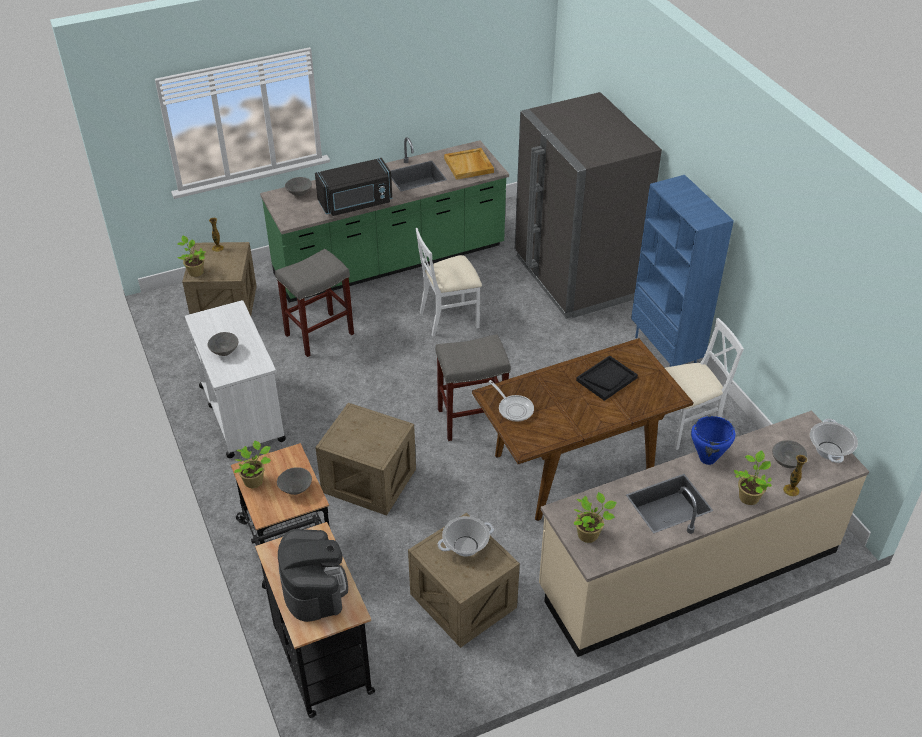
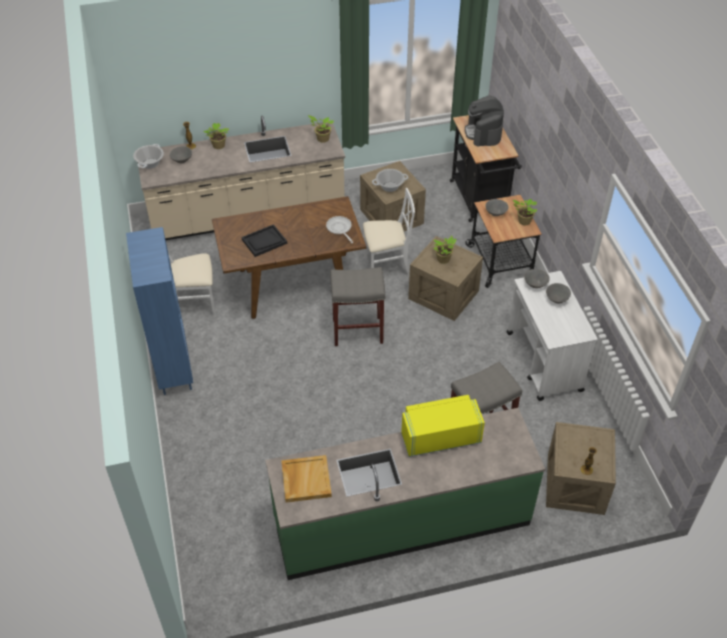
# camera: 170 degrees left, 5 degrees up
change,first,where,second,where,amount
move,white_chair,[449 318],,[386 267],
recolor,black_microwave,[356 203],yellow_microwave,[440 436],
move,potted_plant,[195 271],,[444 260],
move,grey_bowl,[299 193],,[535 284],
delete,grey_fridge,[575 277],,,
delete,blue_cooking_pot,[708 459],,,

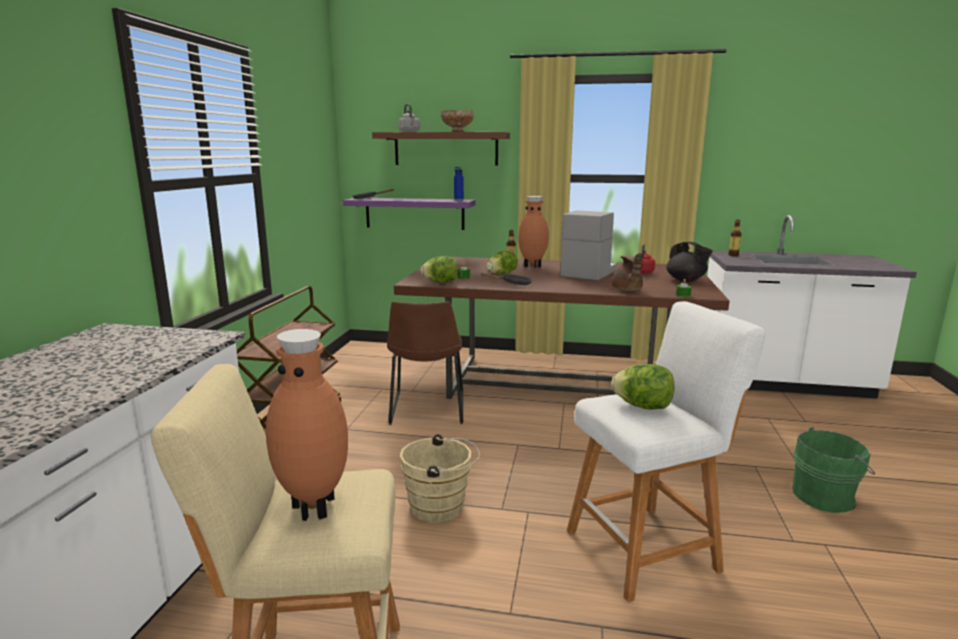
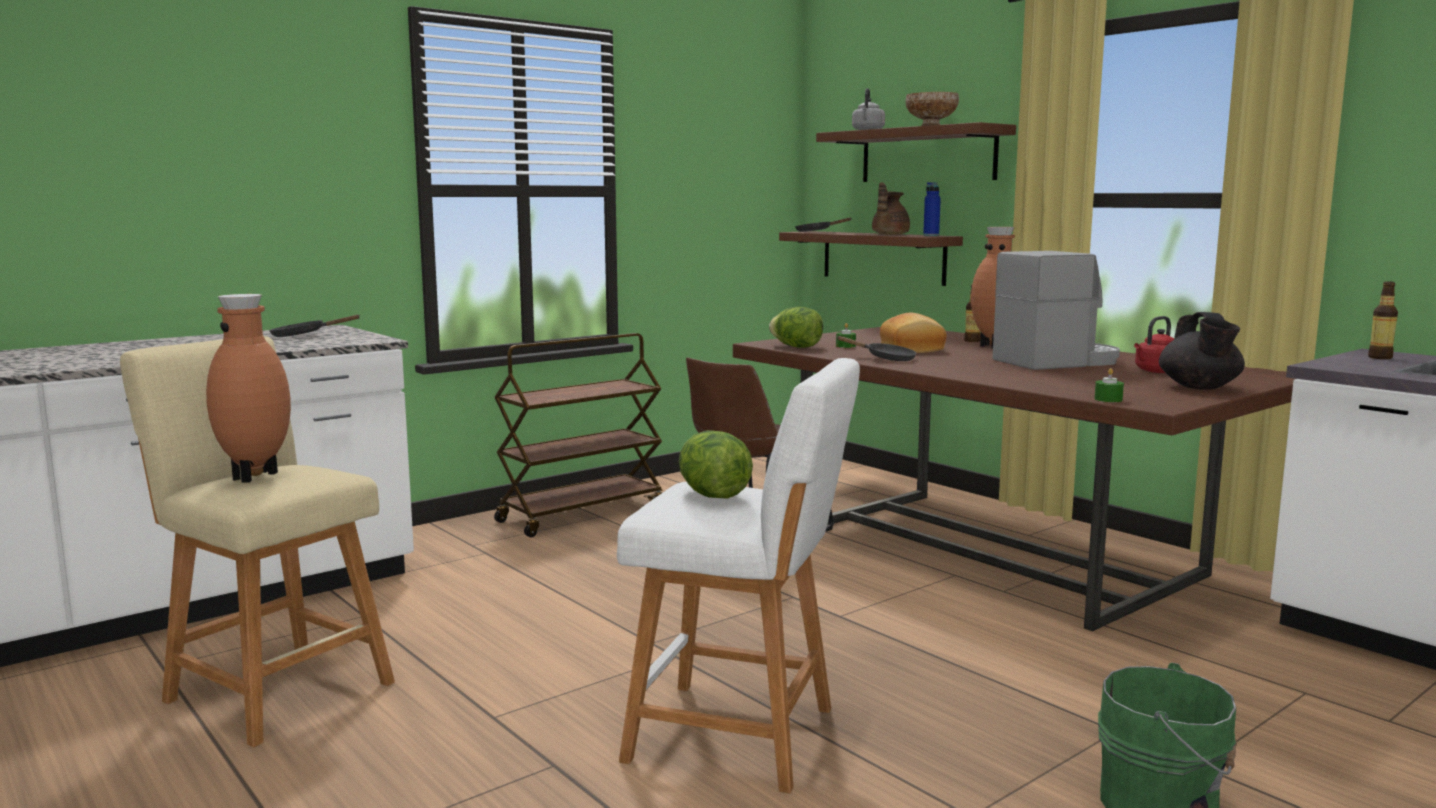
# camera: 40 degrees right, 5 degrees down
change,first,where,second,where,amount
insert,,,black_frying_pan,[304 336],
recolor,purple_shelf,[414 213],brown_shelf,[883 257],
move,brown_teapot,[627 290],,[889 234],
replace,lettuce,[502 274],bread,[913 348],
delete,beige_bucket,[441 507],,,

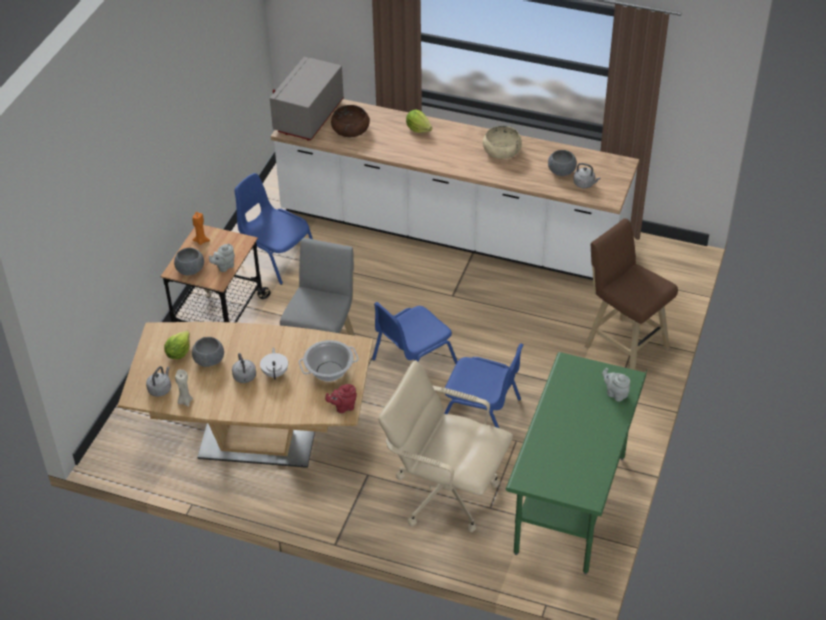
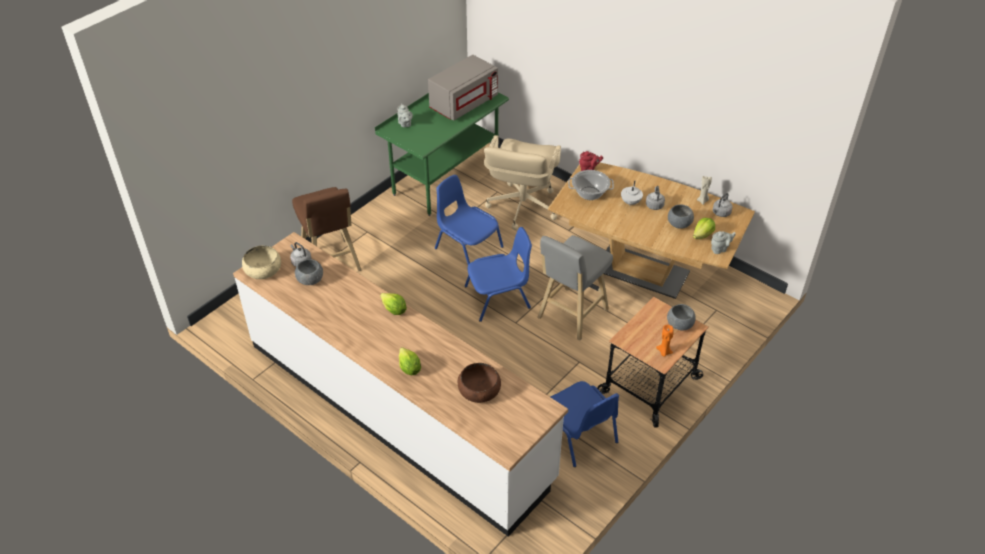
# camera: 160 degrees left, 0 degrees up
change,first,where,second,where,amount
move,beige_bowl,[501 150],,[263 270],
insert,,,lettuce,[394 310],
move,grey_microwave,[309 117],,[463 103],
rotate,beige_office_chair,[445 492],,[521 207],60 degrees clockwise
move,grey_teapot,[224 266],,[720 249],

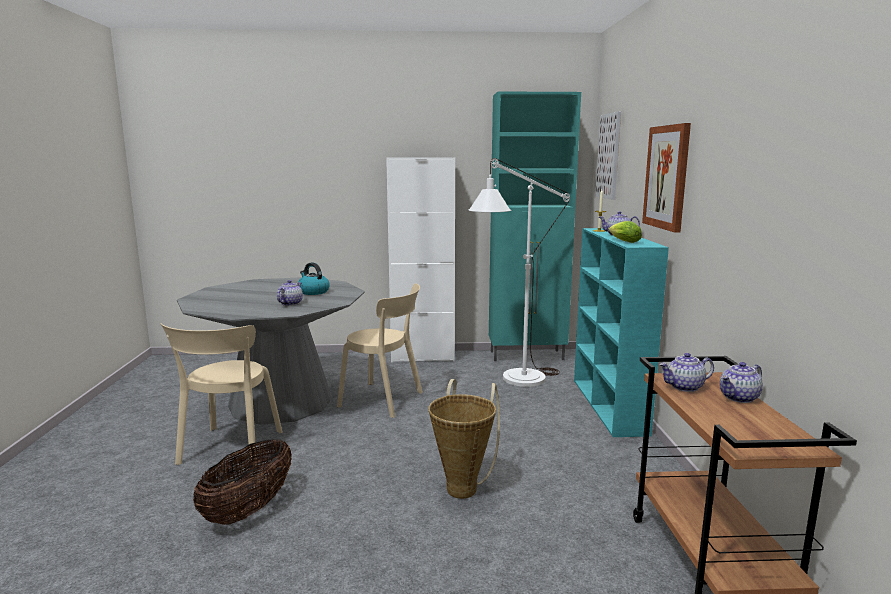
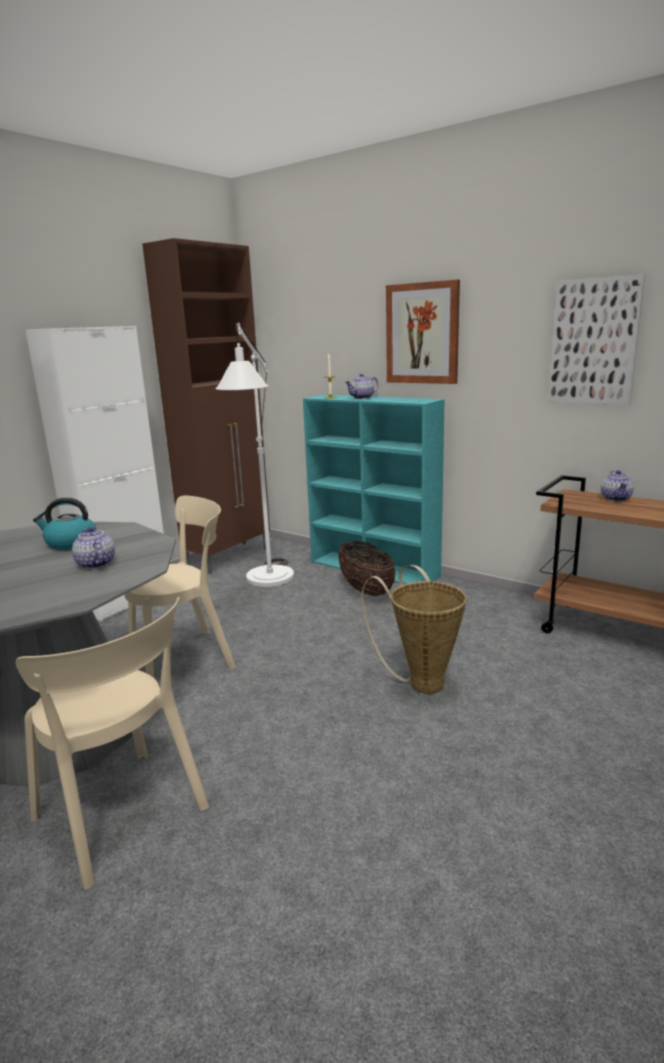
# camera: 50 degrees left, 5 degrees up
change,first,where,second,where,amount
recolor,turquoise_cabinet,[528 356],brown_cabinet,[229 557],
move,basket,[249 509],,[366 590],
move,picture,[609 156],,[594 342],
delete,lettuce,[622 241],,,
delete,teapot,[684 387],,,

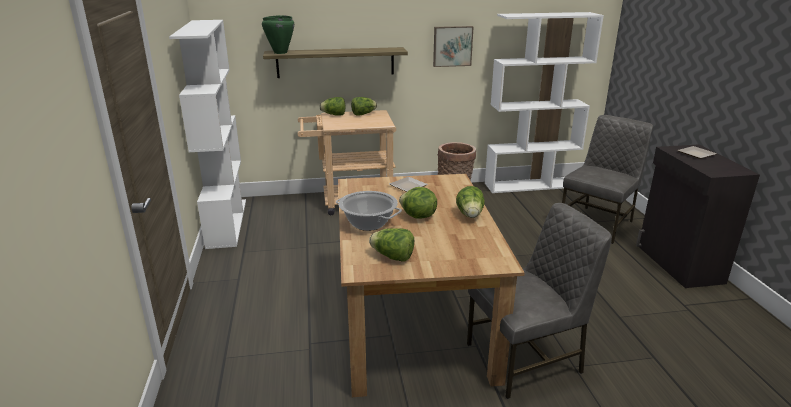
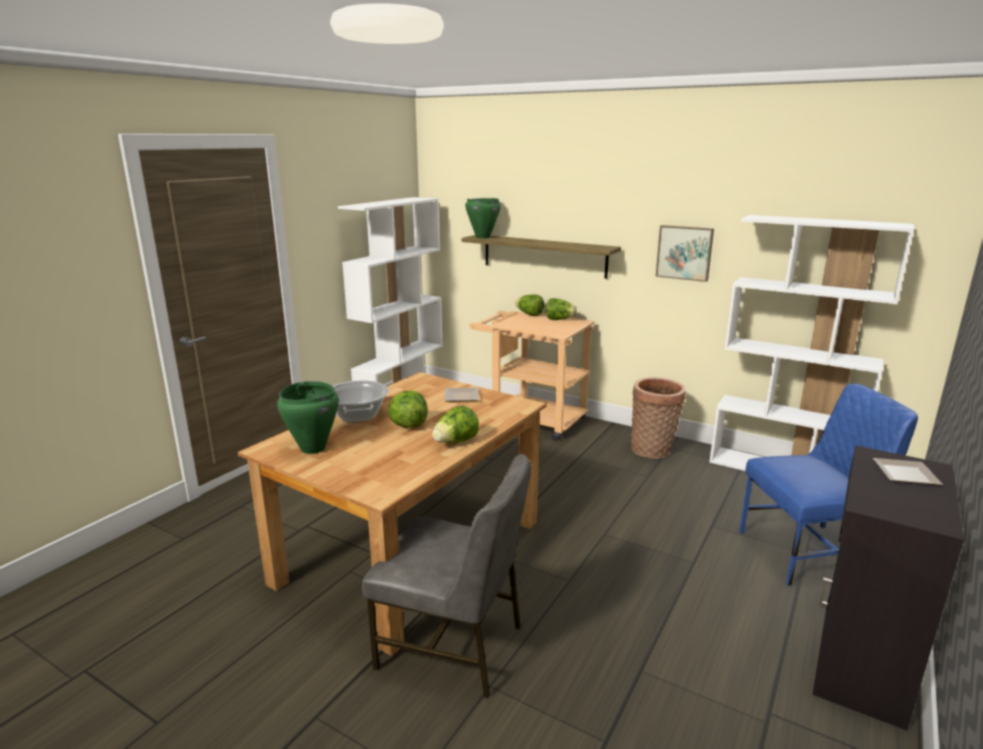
# camera: 40 degrees right, 5 degrees down
change,first,where,second,where,amount
replace,lettuce,[392 257],green_cooking_pot,[312 449],
recolor,grey_chair,[598 223],blue_chair,[808 552],

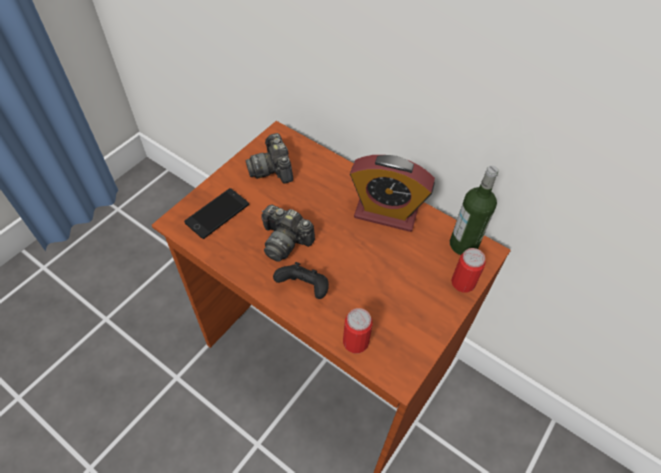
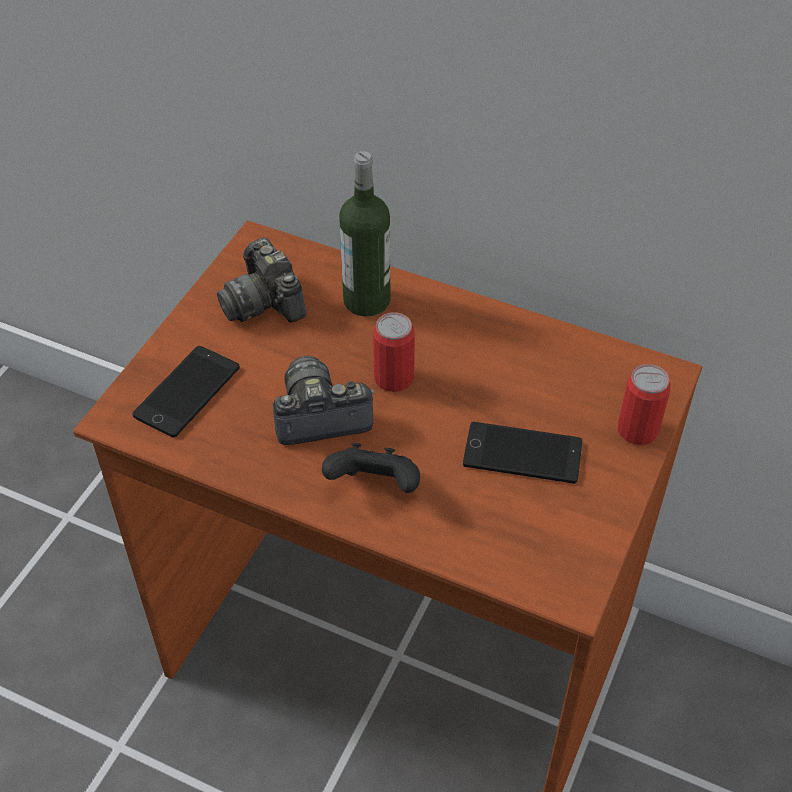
# camera: 10 degrees left, 5 degrees down
change,first,where,second,where,amount
rotate,photo_camera,[285 241],,[319 416],150 degrees clockwise
move,bottle,[463 244],,[366 300],
move,can,[355 341],,[393 378],
insert,,,phone,[522 454],
delete,alarm_clock,[386 213],,,

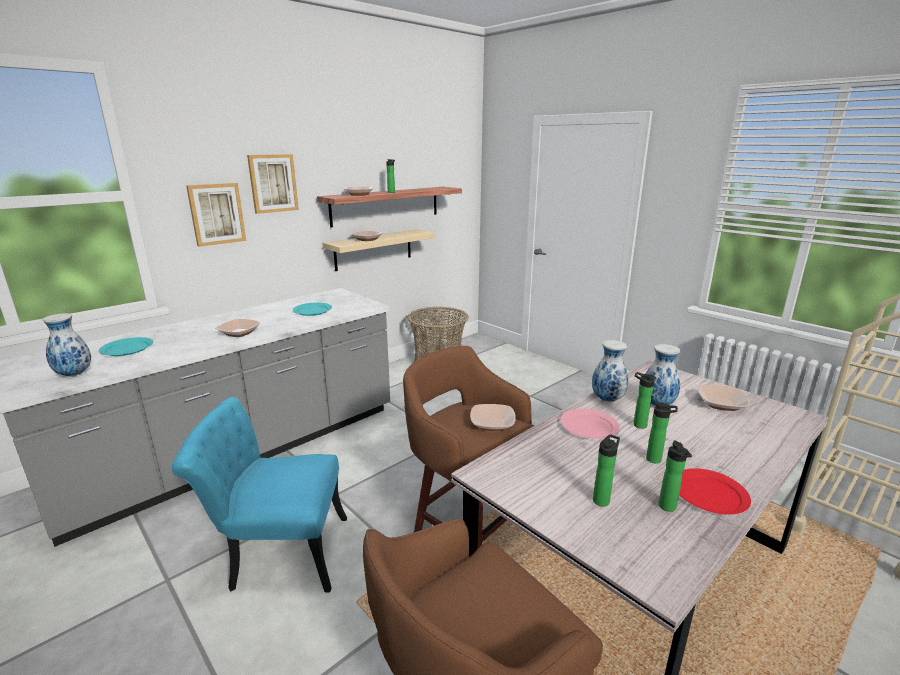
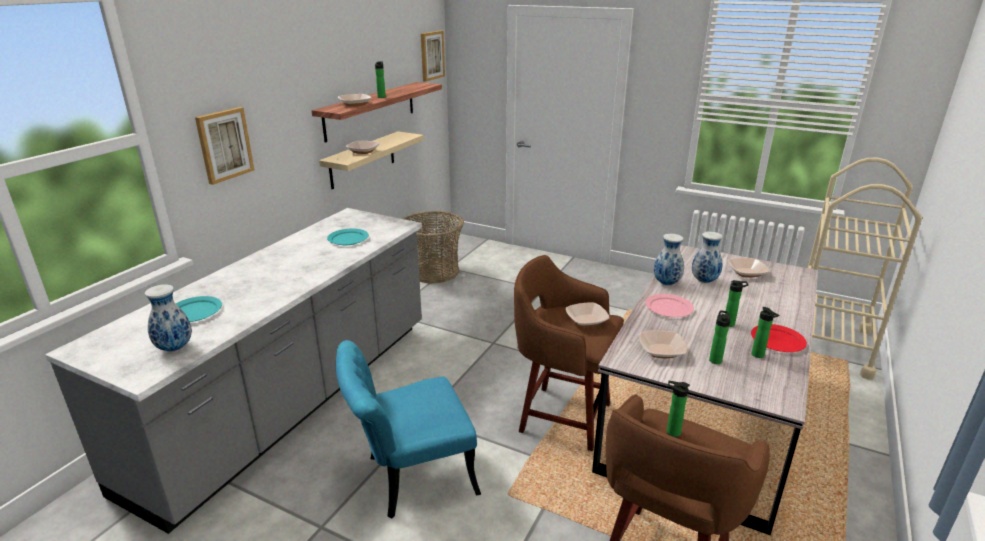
# camera: 20 degrees left, 5 degrees up
change,first,where,second,where,amount
move,picture,[273 183],,[431 55],
move,bowl,[239 333],,[661 351],
move,bottle,[637 424],,[671 432],

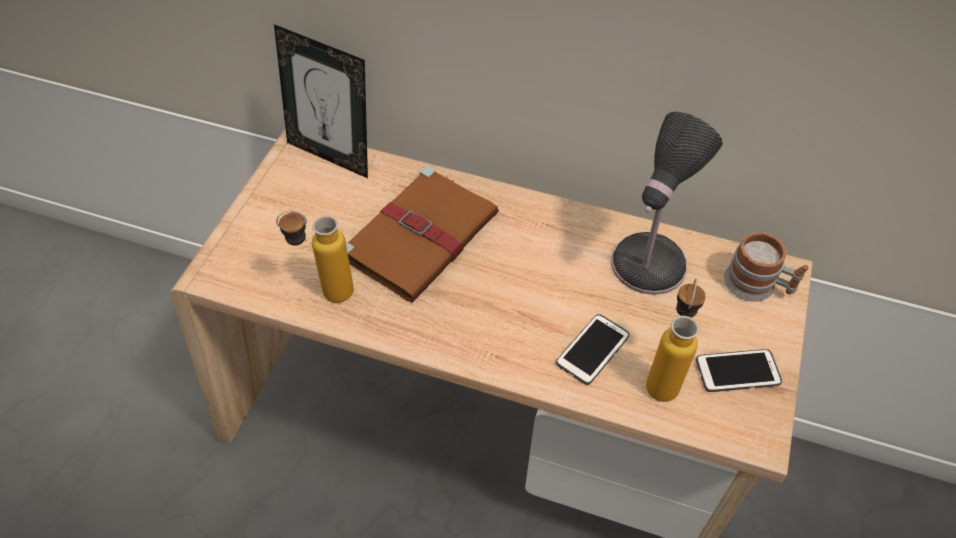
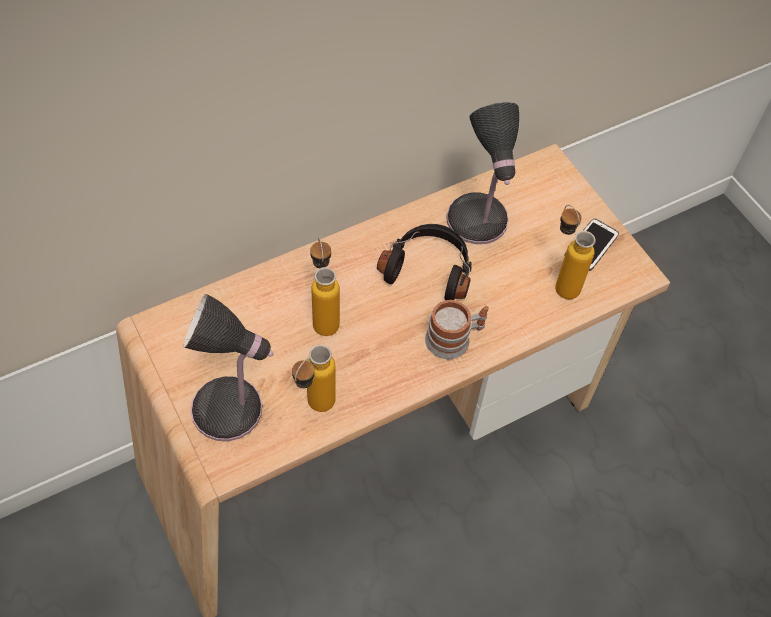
# camera: 50 degrees left, 5 degrees up
change,first,where,second,where,amount
insert,,,table_lamp,[231 410],
replace,brown_book,[422 235],bottle,[324 316],
insert,,,black_headphones,[429 269],
move,mug,[757 286],,[454 339],
delete,picture_frame,[331 155],,,
delete,phone,[592 349],,,

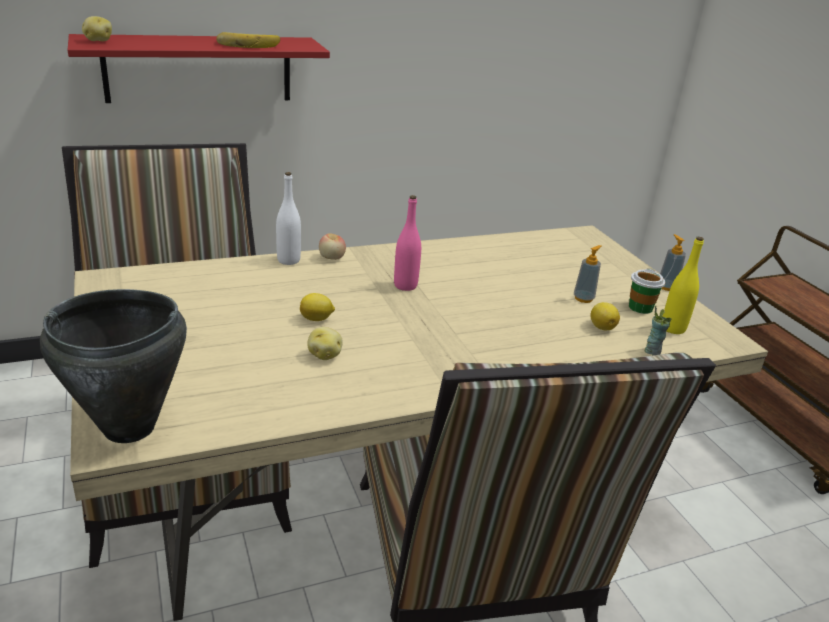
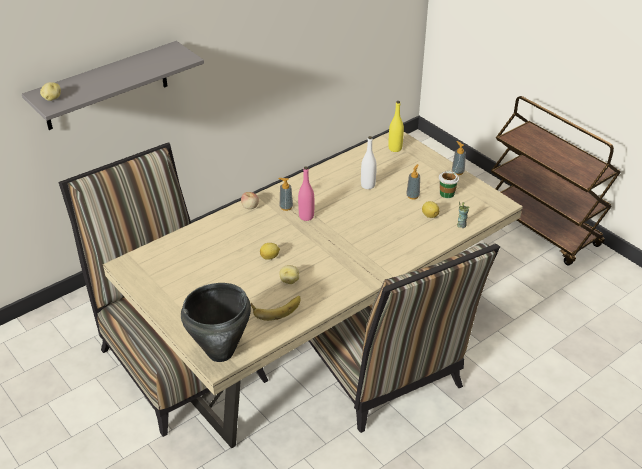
# camera: 15 degrees left, 10 degrees up
change,first,where,second,where,amount
recolor,red_shelf,[199 69],grey_shelf,[106 86],
move,banana,[248 44],,[276 308],
insert,,,soap_dispenser,[286 207],
move,white_bottle,[288 260],,[368 185],
move,yellow_bottle,[673 328],,[395 148],

